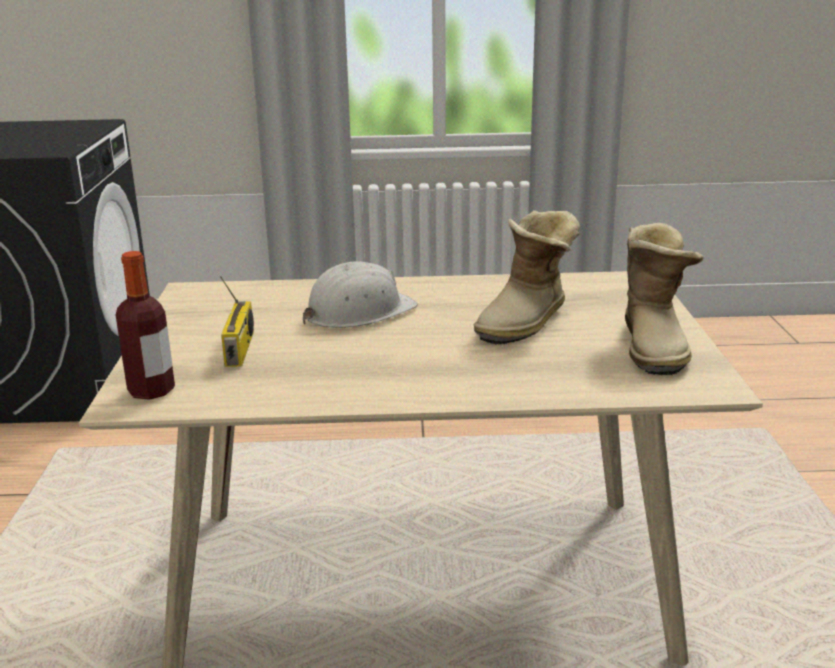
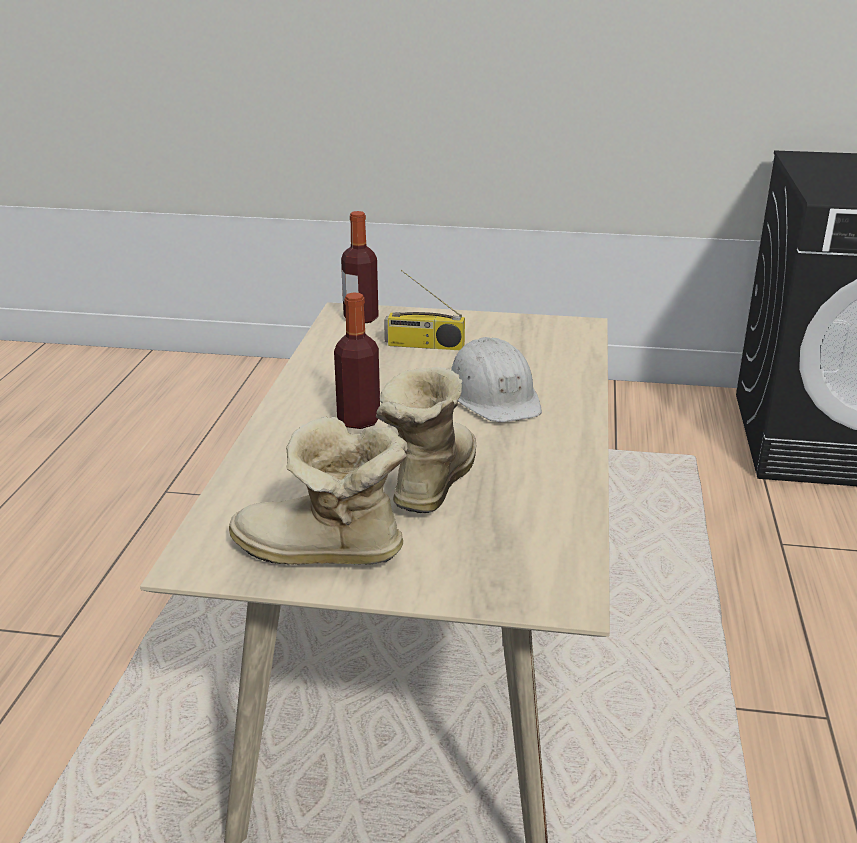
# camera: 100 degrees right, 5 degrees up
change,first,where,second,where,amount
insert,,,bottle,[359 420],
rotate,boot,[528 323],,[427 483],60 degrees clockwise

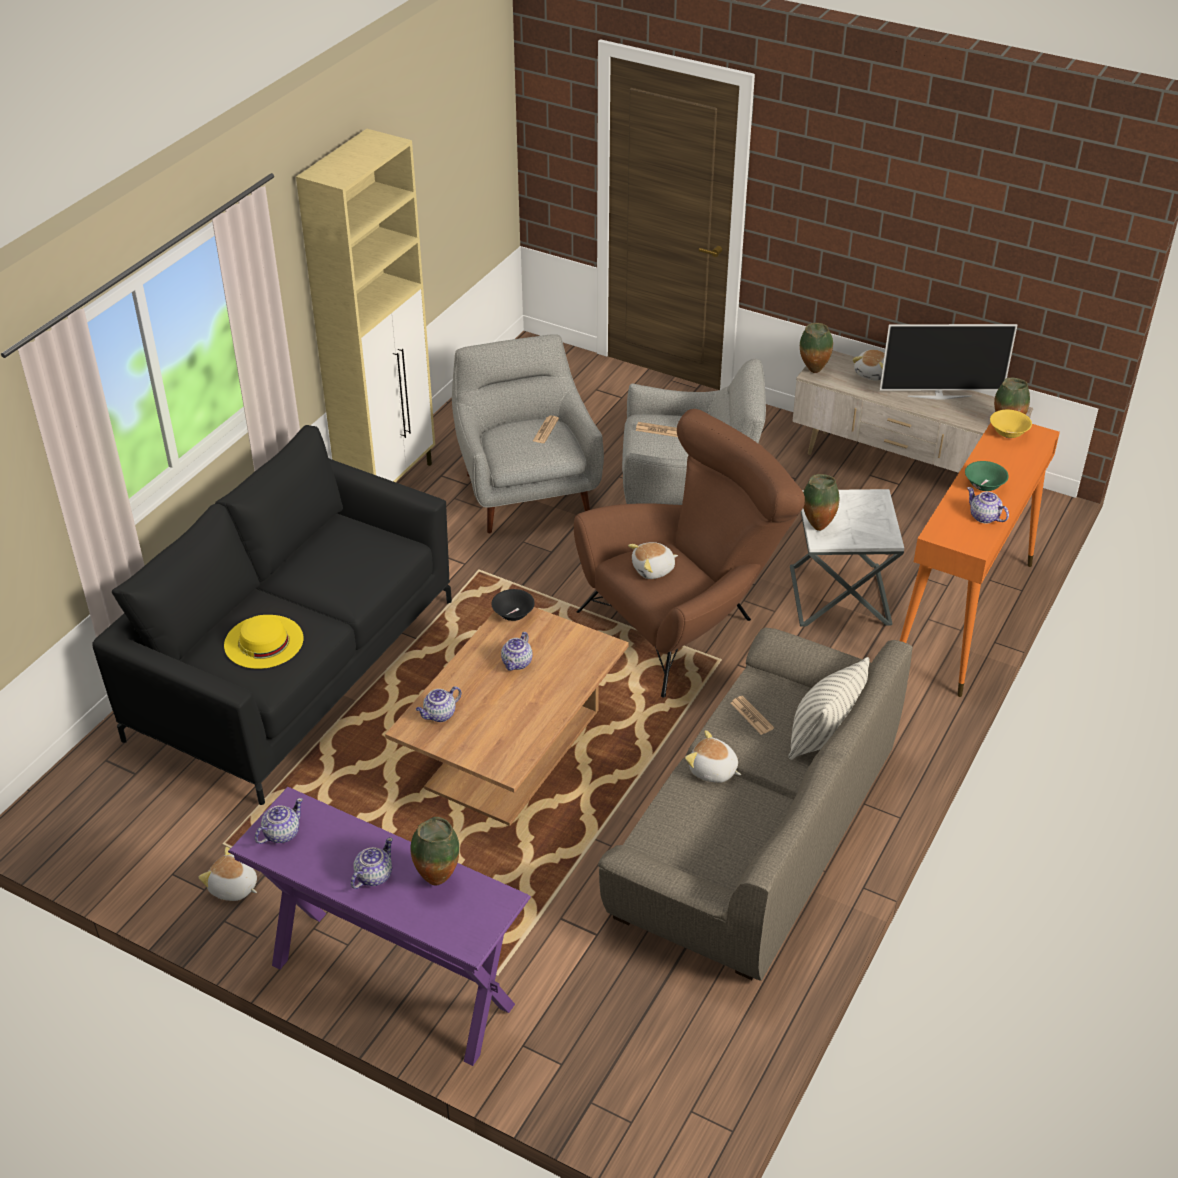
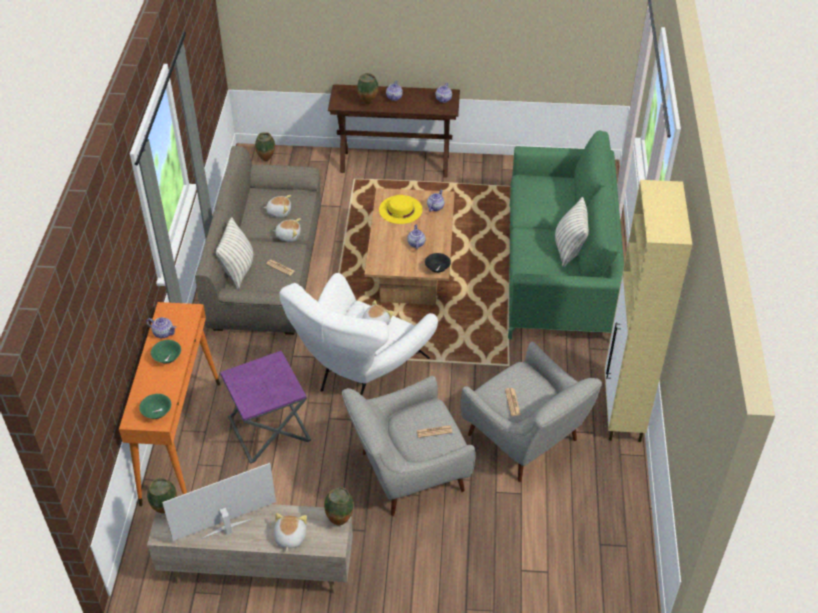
# camera: 155 degrees right, 5 degrees up
change,first,where,second,where,amount
recolor,yellow_bowl,[1008 433],green_bowl,[157 413],
recolor,white_side_table,[839 596],purple_side_table,[269 429],
move,vase,[817 526],,[267 160],
move,plush_toy,[233 888],,[279 212],
recolor,brown_armchair,[684 622],white_armchair,[360 374],
recolor,purple_console_table,[391 984],brown_console_table,[395 163],
move,yellow_hat,[263 641],,[400 209],
recolor,black_sofa,[293 668],green_sofa,[559 271],
insert,,,pillow,[569 249],

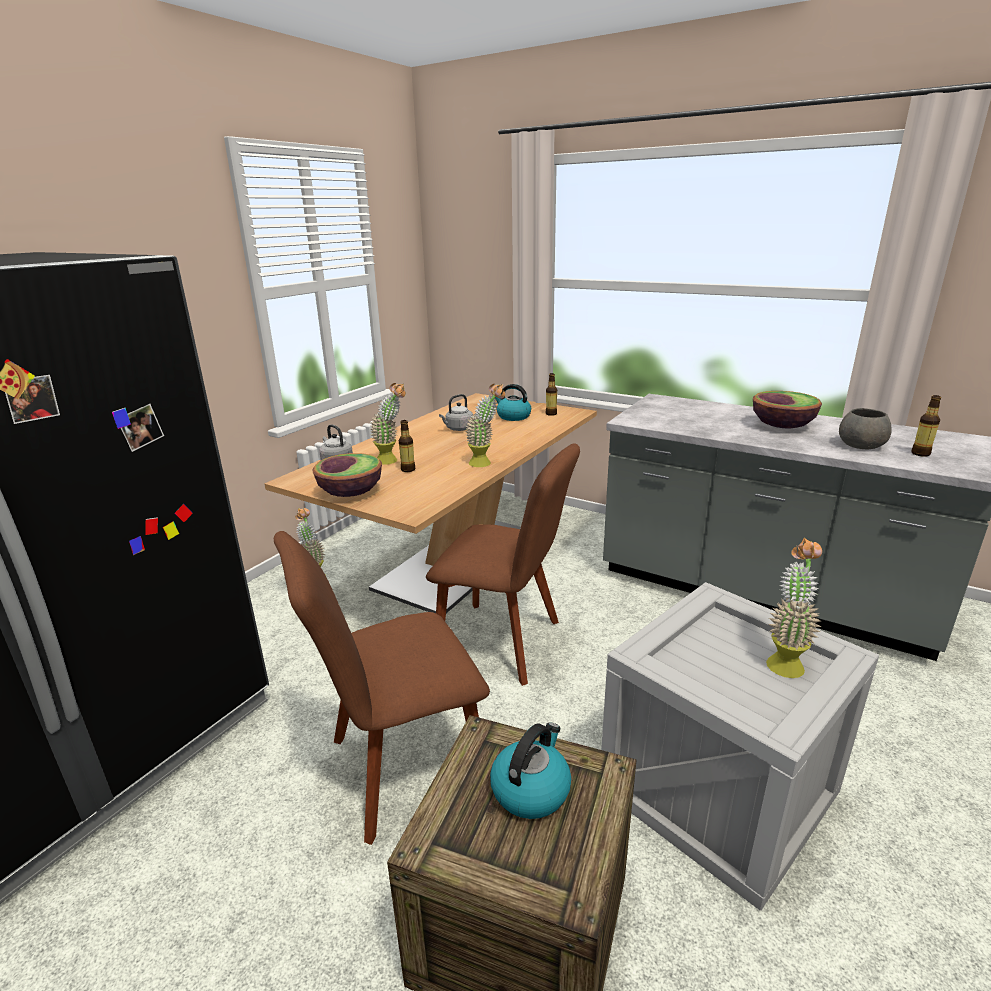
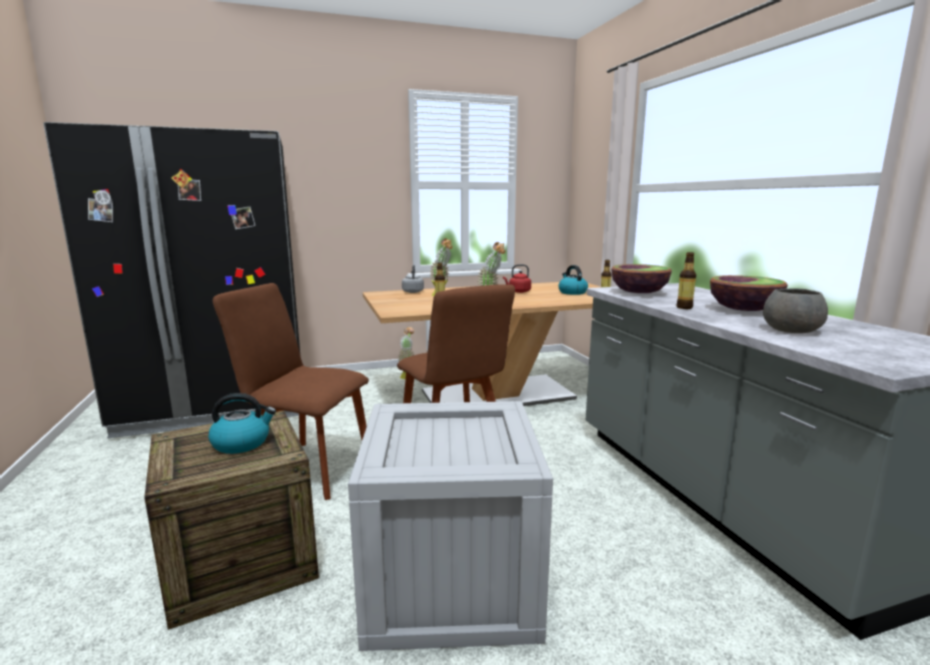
# camera: 40 degrees right, 10 degrees down
change,first,where,second,where,amount
recolor,grey_kettle,[458 429],red_kettle,[518 291],
move,bowl,[351 492],,[639 293],
move,bottle,[920 453],,[684 307],
delete,potted_plant,[785 660],,,

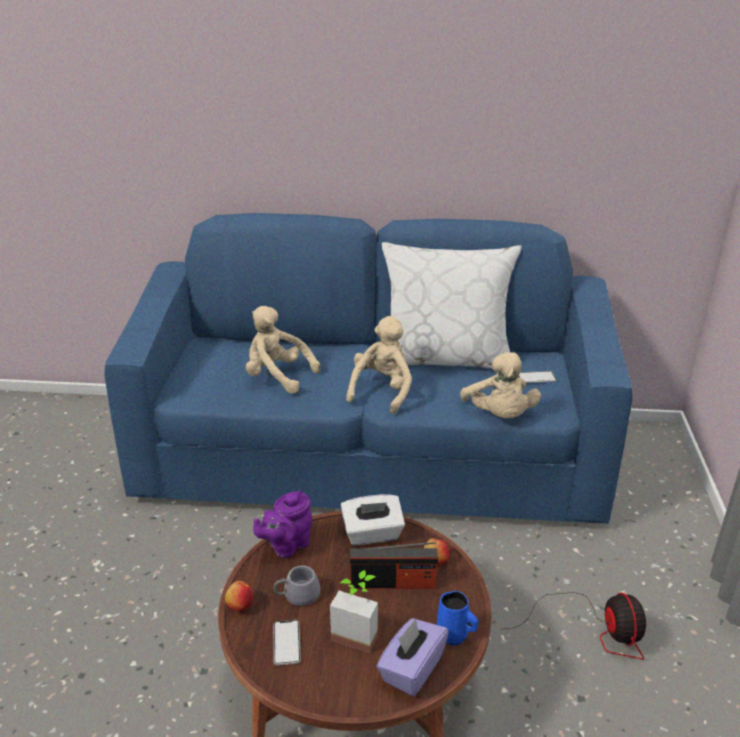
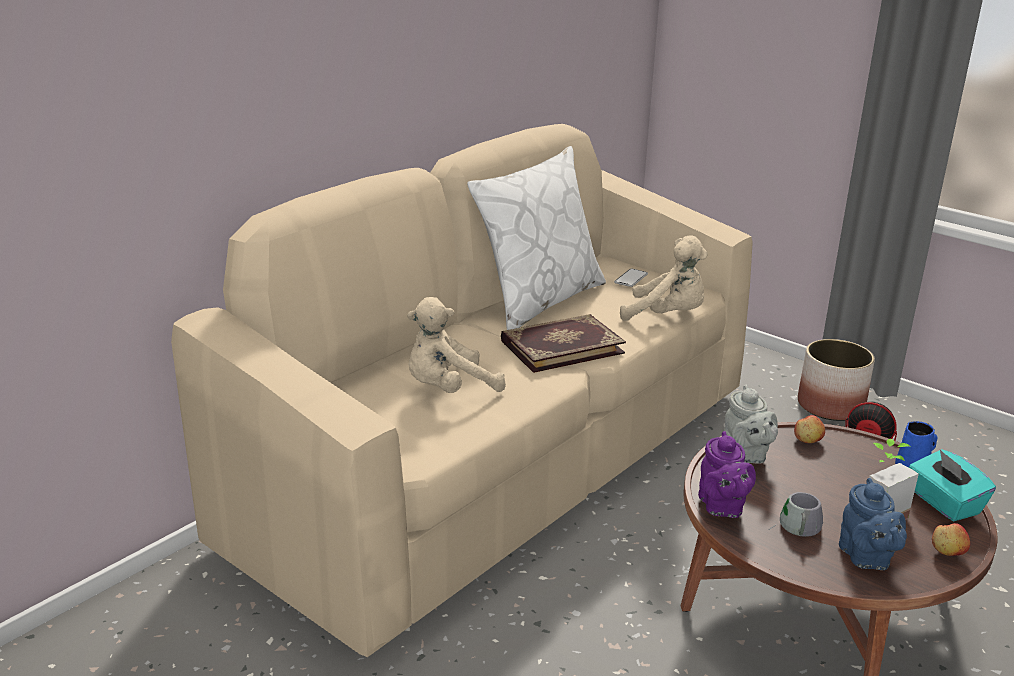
# camera: 55 degrees left, 5 degrees down
change,first,where,second,where,amount
recolor,blue_sofa,[370 461],beige_sofa,[503 463],
replace,beige_plush_toy,[382 391],book,[561 346],
replace,white_tissue_box,[372 534],grey_teapot,[746 455],
insert,,,planter,[831 406],
replace,phone,[286 643],blue_teapot,[866 558],
recolor,purple_tissue_box,[411 669],turquoise_tissue_box,[944 503],
move,apple,[240 604],,[947 552],
delete,radio,[393 583],,,

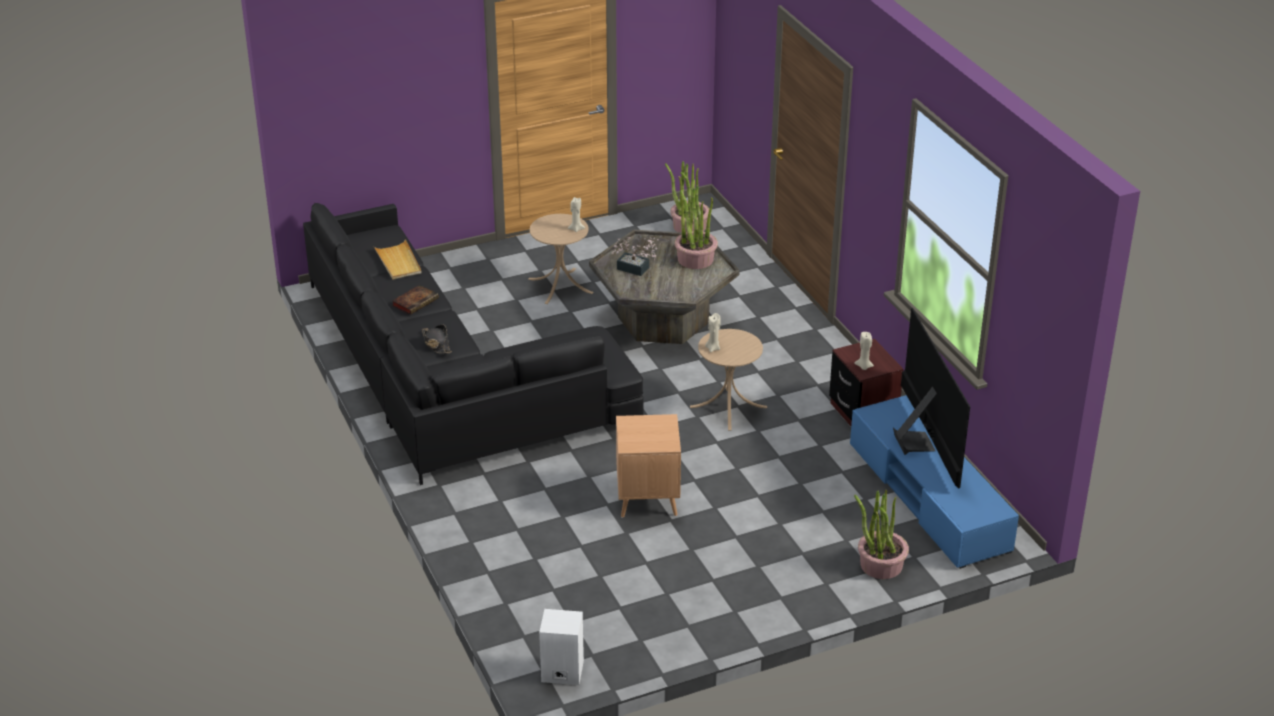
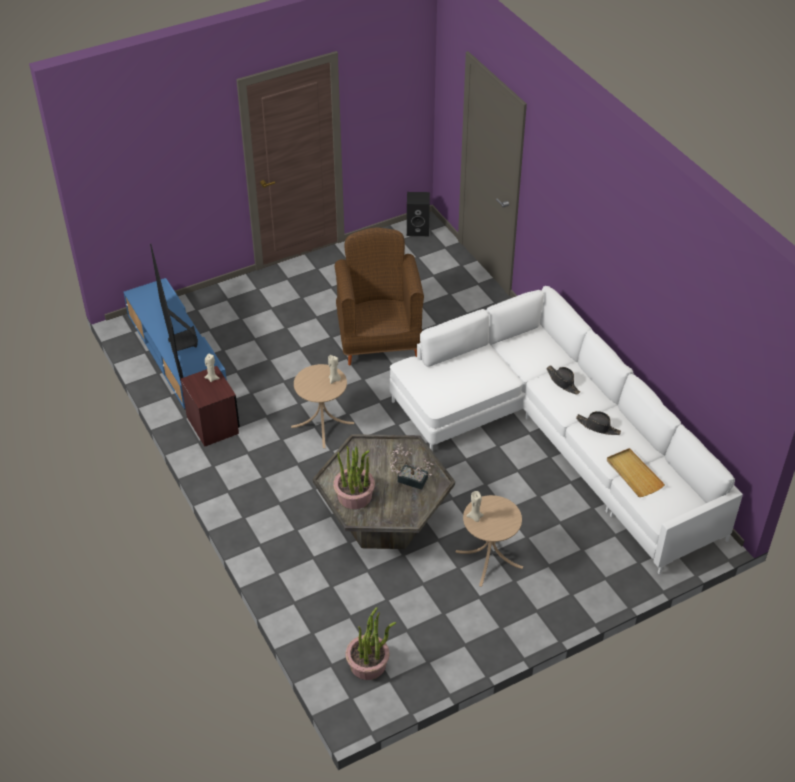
# camera: 175 degrees right, 10 degrees up
change,first,where,second,where,amount
replace,brown_side_table,[647 499],brown_armchair,[379 340],
recolor,black_sofa,[448 379],white_sofa,[558 438],
recolor,white_speaker,[561 672],black_speaker,[418 229],
replace,book,[415 301],black_hat,[598 427],
delete,potted_plant,[880 565],,,

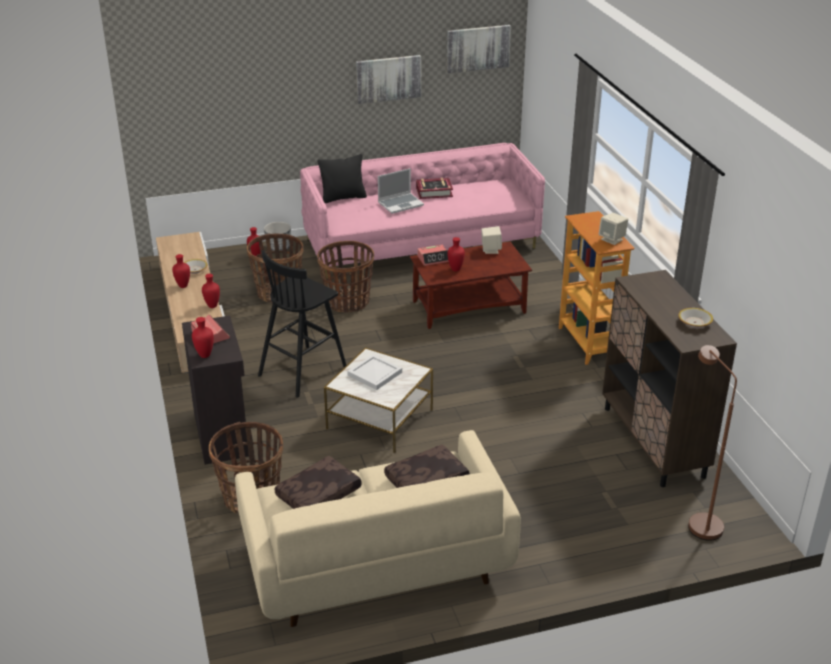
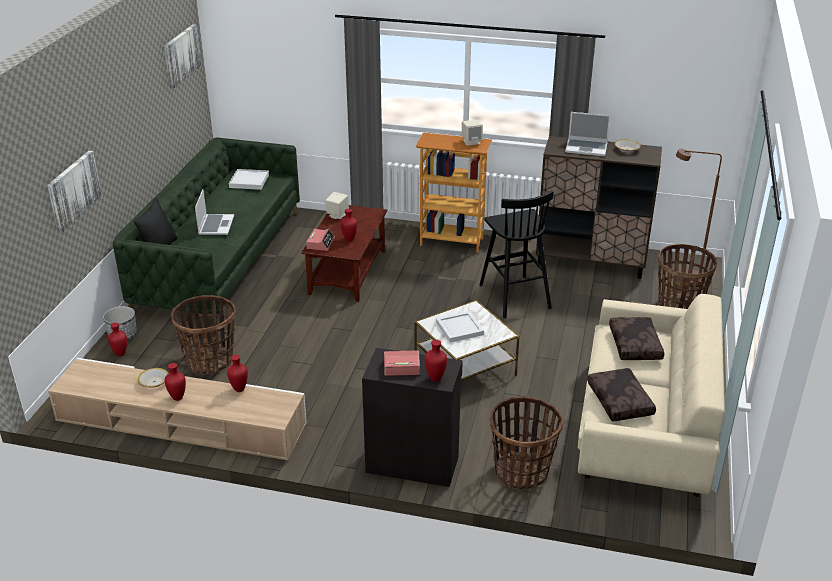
# camera: 60 degrees left, 0 degrees up
change,first,where,second,where,amount
move,picture,[388 78],,[73 190],
recolor,pink_sofa,[421 243],green_sofa,[220 259],
insert,,,white_tray,[249 181],
move,black_stool,[303 370],,[513 296],
insert,,,laptop,[587 148],
move,basket,[347 302],,[679 306],
delete,book,[434 192],,,

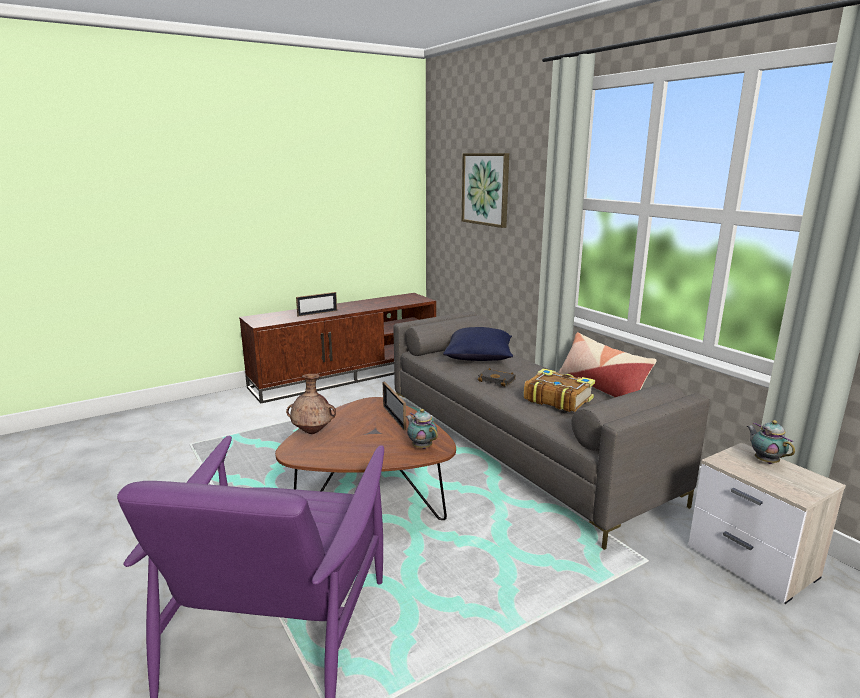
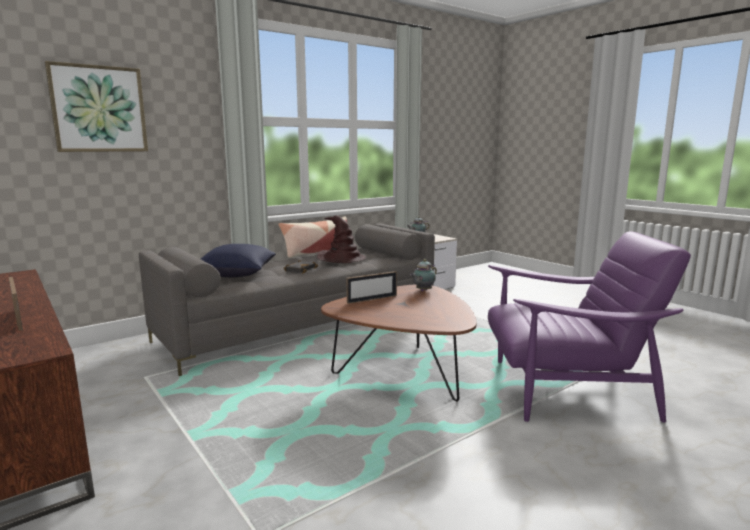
# camera: 95 degrees left, 5 degrees down
change,first,where,second,where,amount
replace,book,[557 399],brown_hat,[342 259],
delete,brown_vase,[313 432],,,

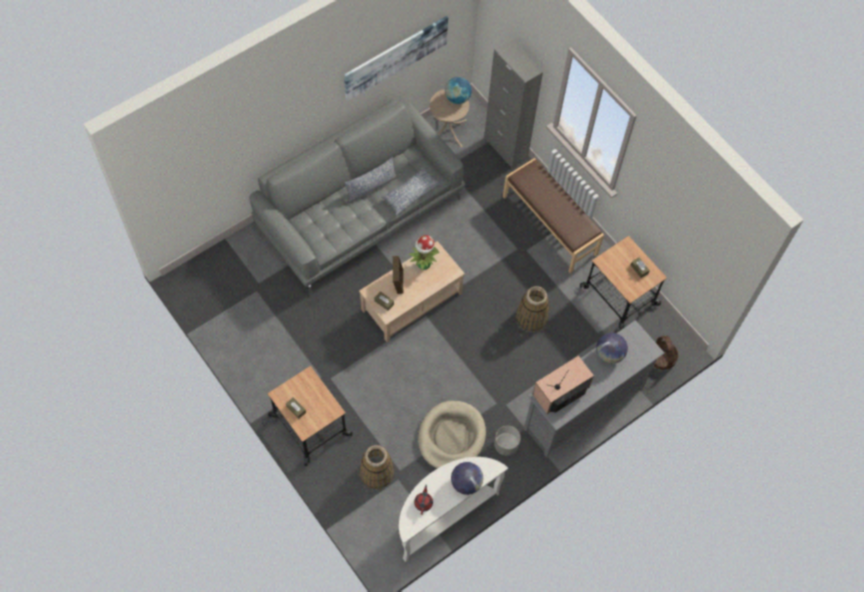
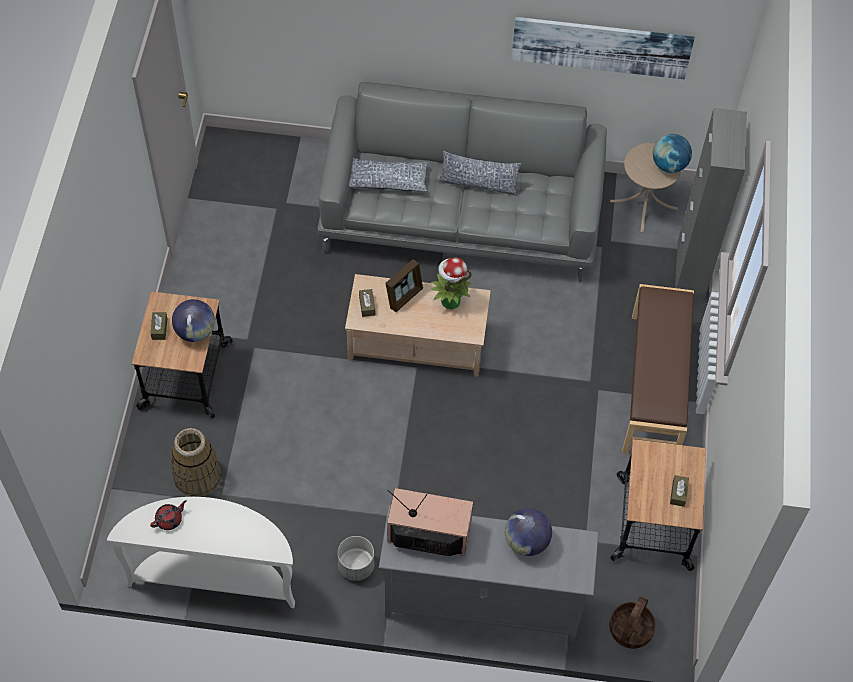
# camera: 45 degrees right, 5 degrees down
change,first,where,second,where,amount
move,globe,[466 483],,[195 331],
move,pillow,[410 193],,[387 180],
delete,beige_dog_bed,[451 437],,,
delete,basket,[531 317],,,

